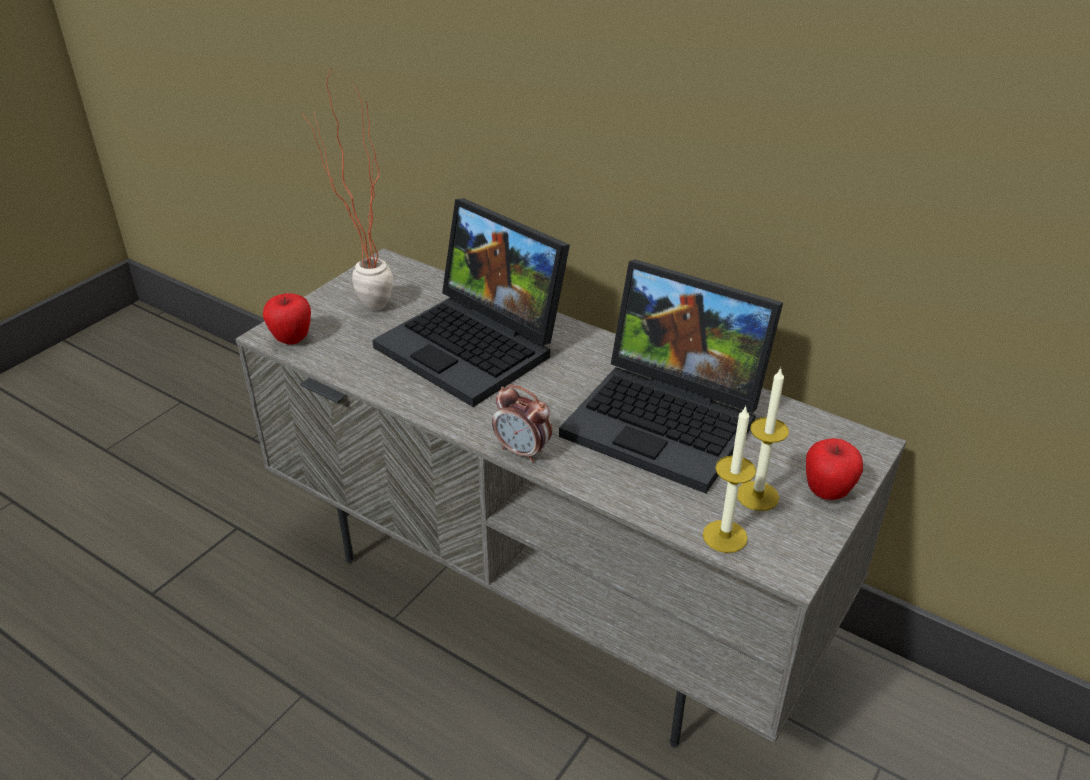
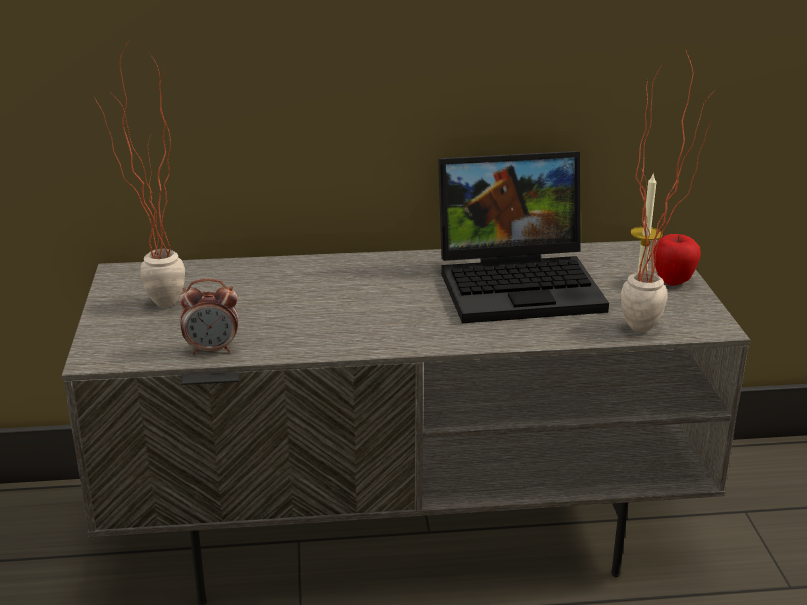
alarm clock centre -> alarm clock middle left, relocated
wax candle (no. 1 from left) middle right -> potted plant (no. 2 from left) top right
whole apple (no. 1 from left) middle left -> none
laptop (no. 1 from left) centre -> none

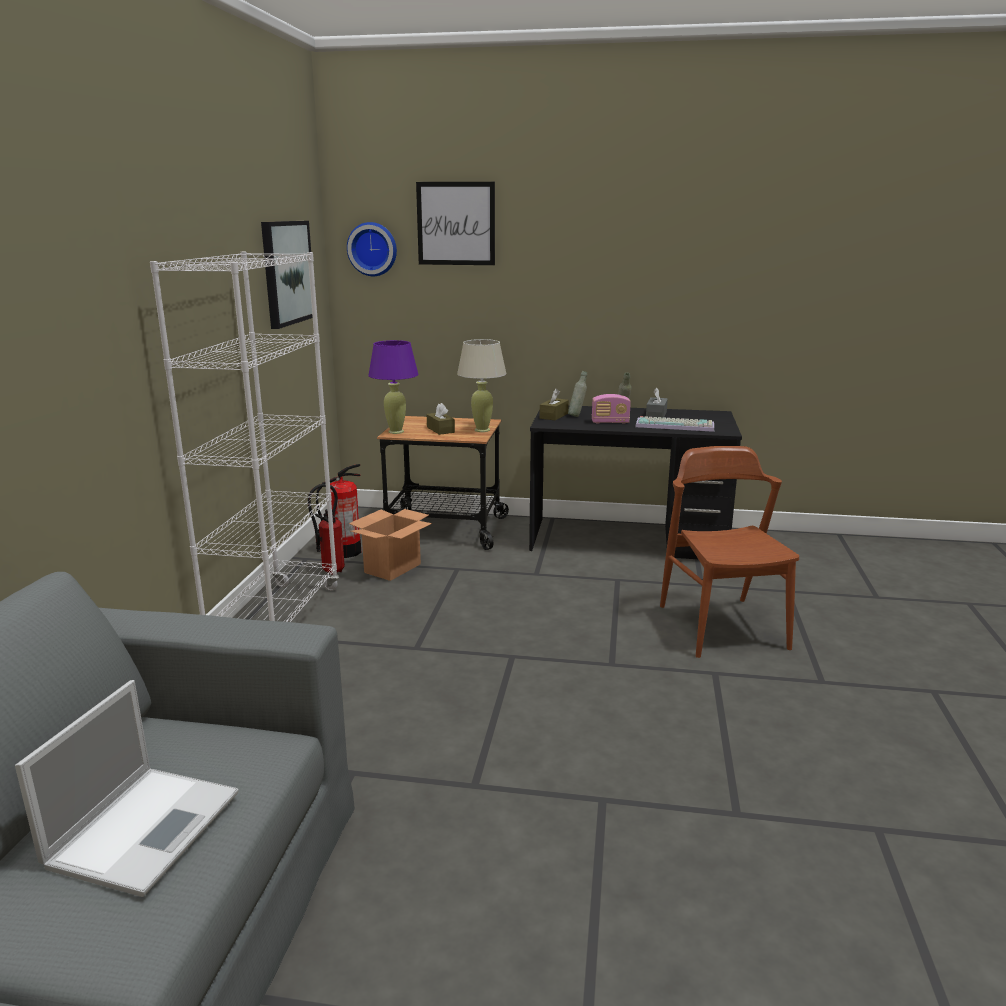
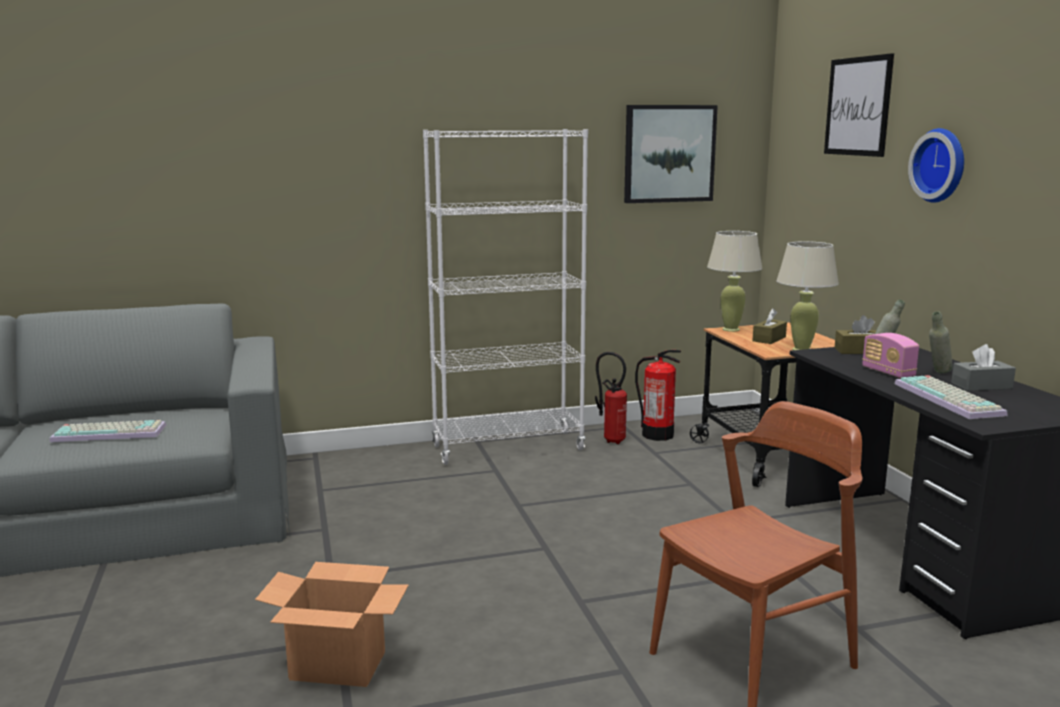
laptop bottom left -> computer keyboard (no. 1 from left) middle left
carton centre -> carton bottom left, relocated
purple-coloured table lamp centre -> beige-coloured table lamp (no. 1 from left) middle right
hanging clock top centre -> hanging clock top right, relocated

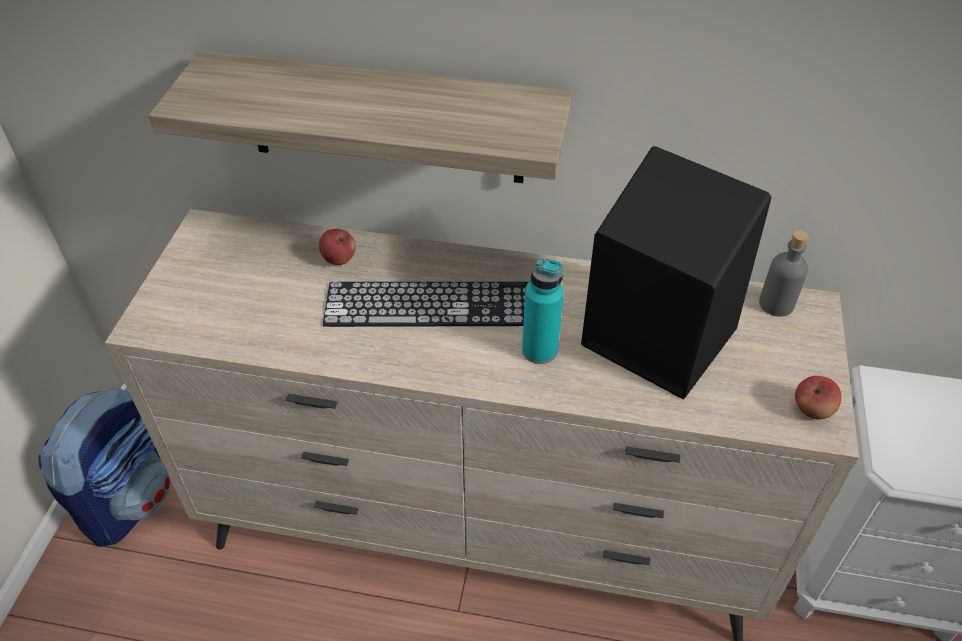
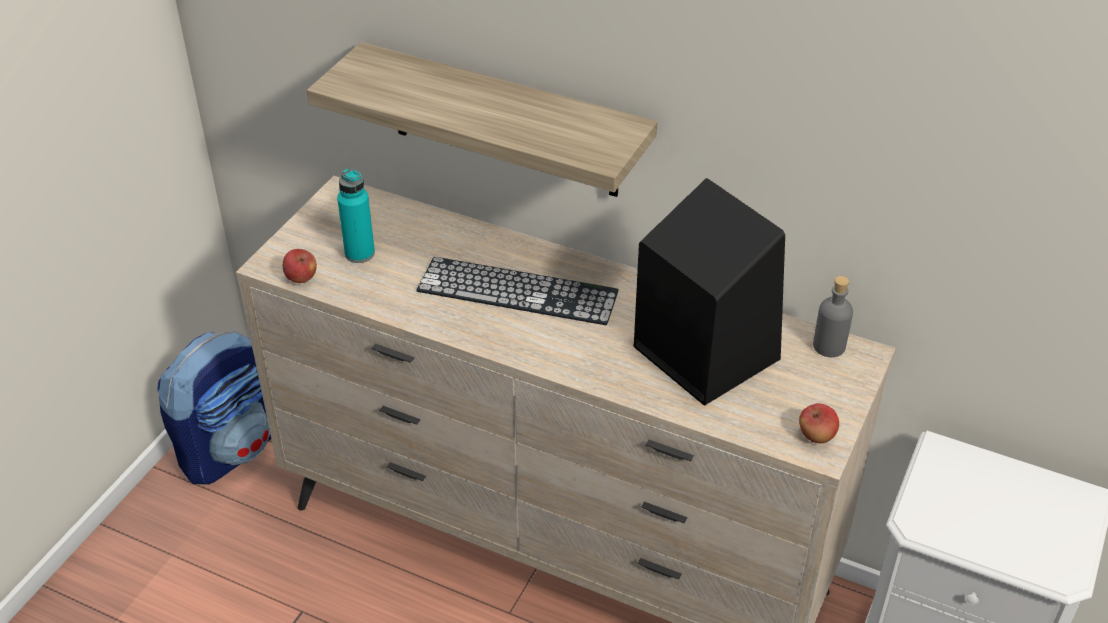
whole apple (no. 1 from left) centre -> whole apple (no. 1 from left) middle left, relocated
blue-green bottle centre -> blue-green bottle middle left, relocated

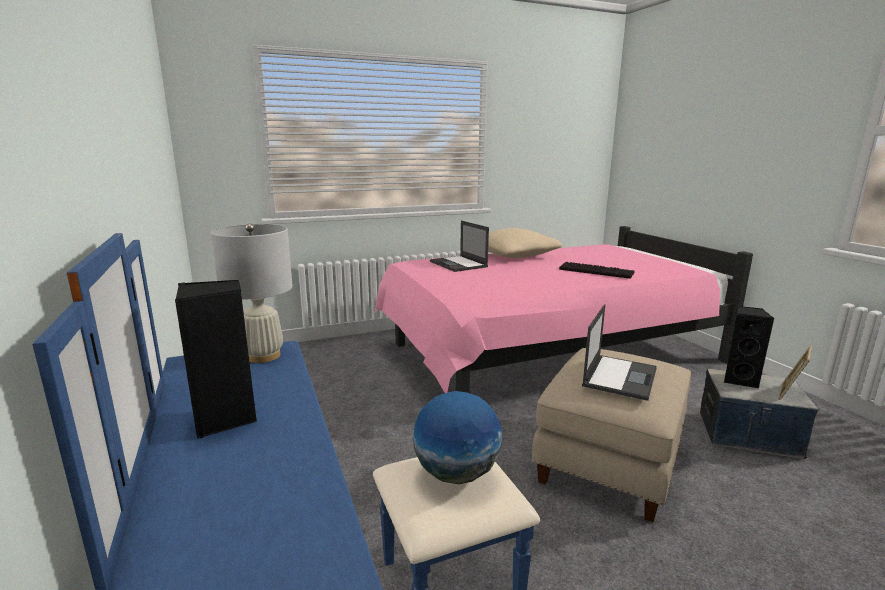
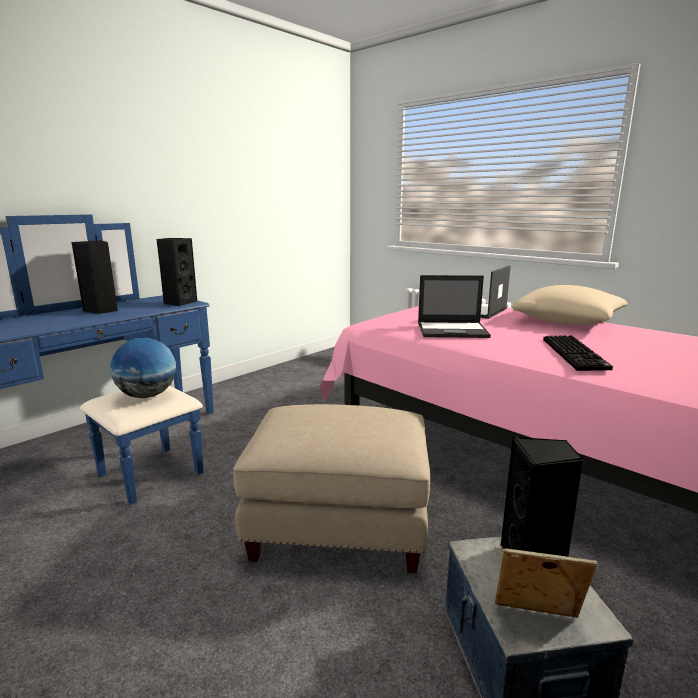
whitish table lamp middle left -> blackish audio speaker (no. 2 from left) middle left
laptop (no. 2 from left in the first image) middle right -> laptop (no. 1 from left) centre, relocated

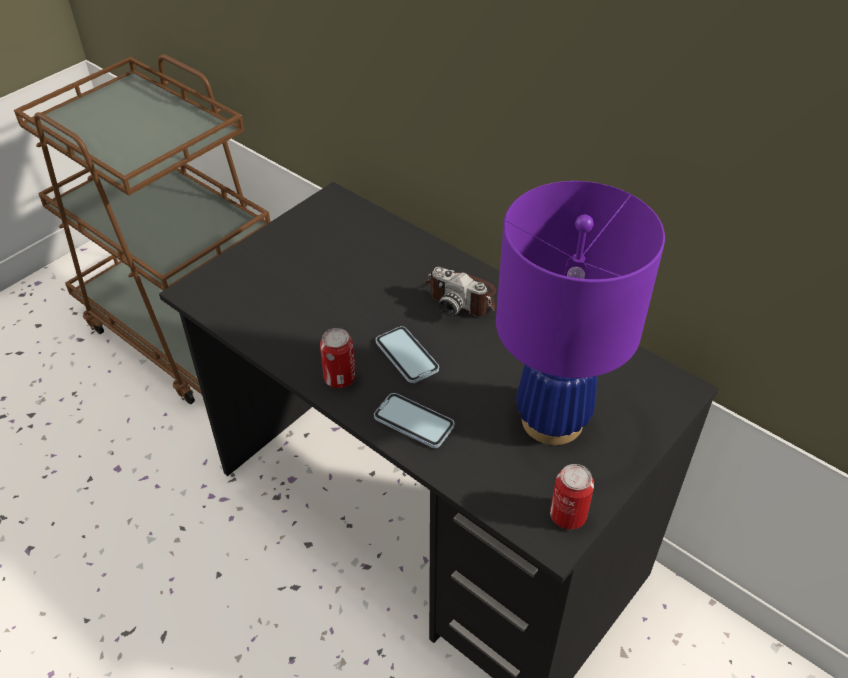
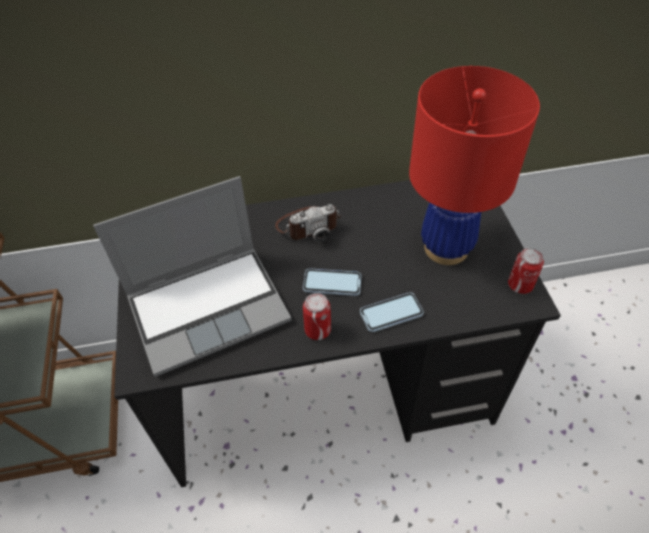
none -> laptop middle left
purple-coloured table lamp middle right -> red-coloured table lamp top right

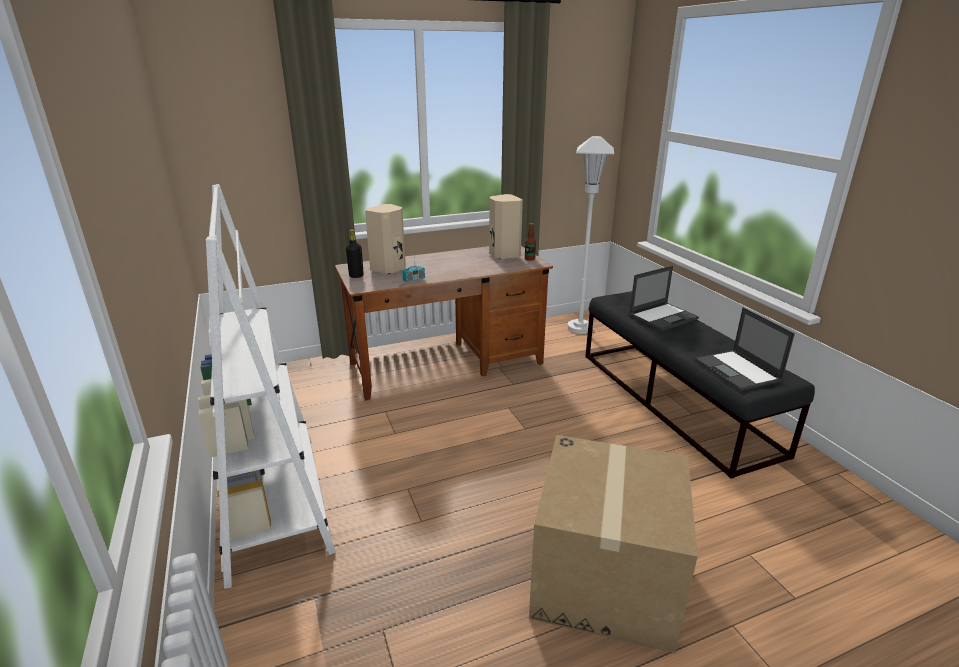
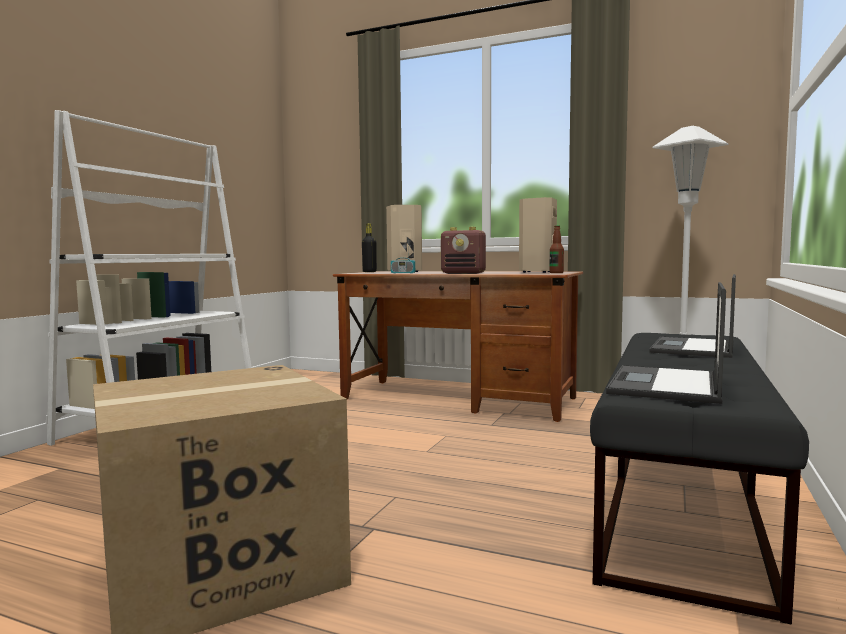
none -> radio (no. 2 from left) centre
laptop (no. 1 from left in the first image) middle right -> laptop (no. 2 from left) middle right, 105 degrees clockwise

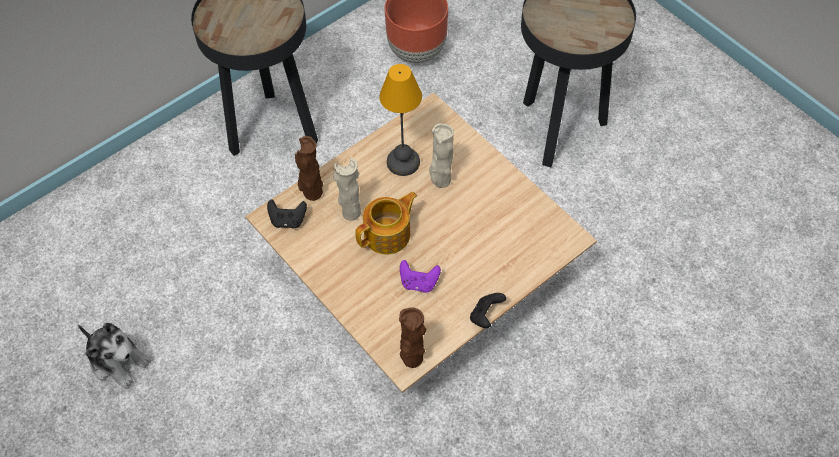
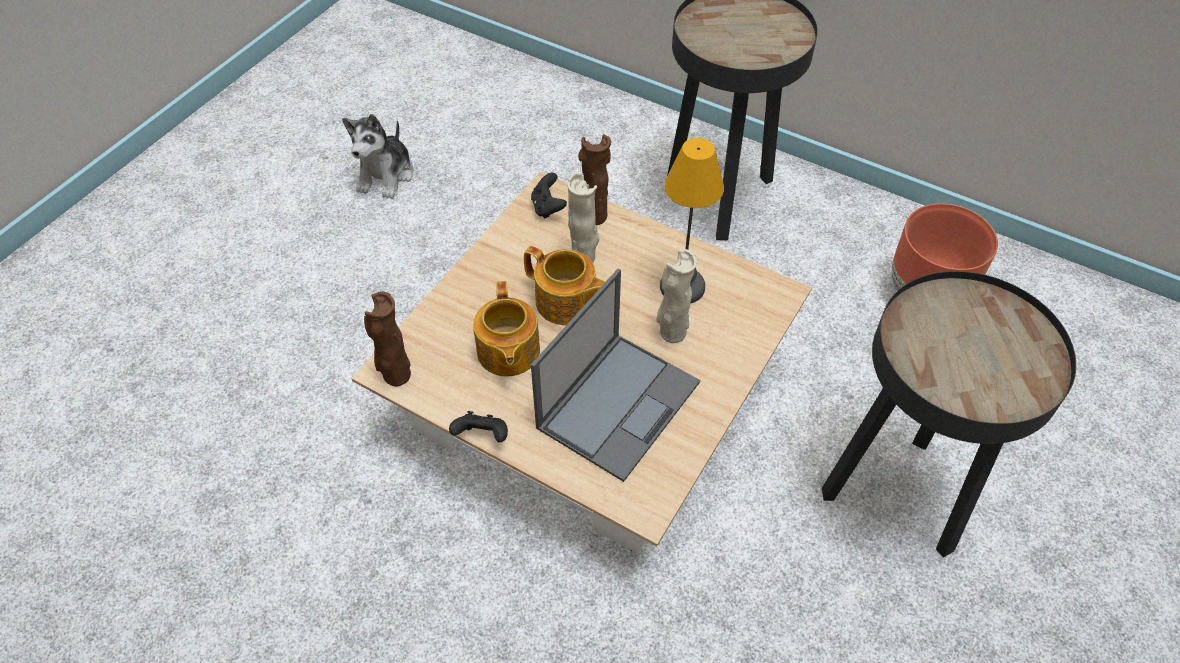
purple-coloured joypad centre -> tea pot (no. 1 from left) centre
none -> laptop centre

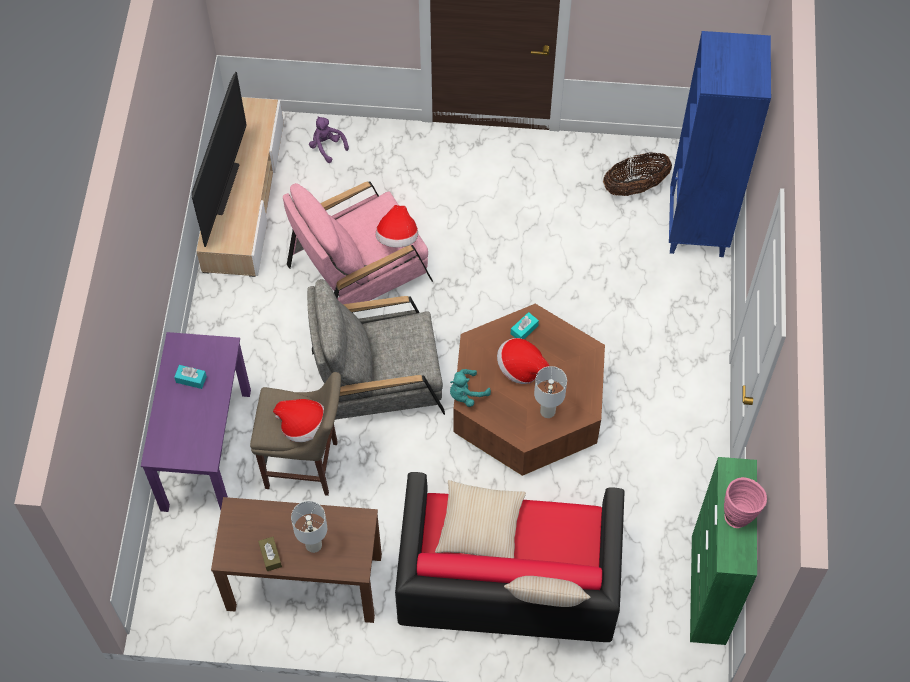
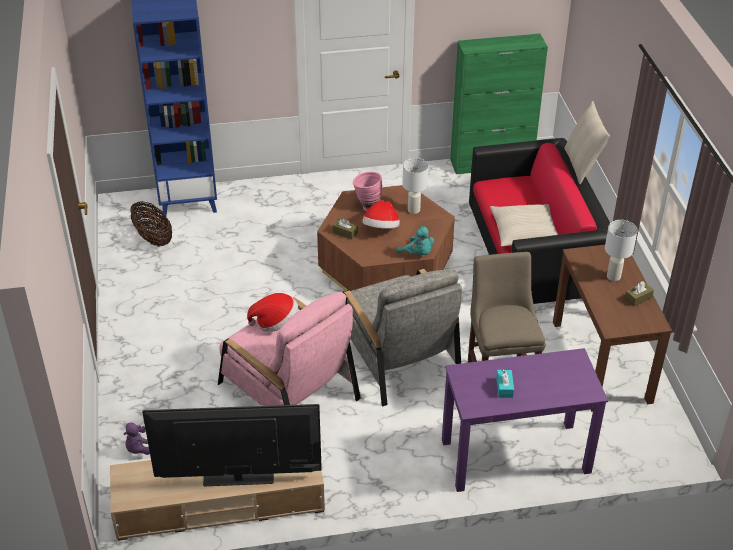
blue-green box of tissues (no. 2 from left) centre -> brownish box of tissues (no. 1 from left) centre
pinkish decorative vase bottom right -> pinkish decorative vase centre, relocated
clothing hat (no. 1 from left) middle left -> none

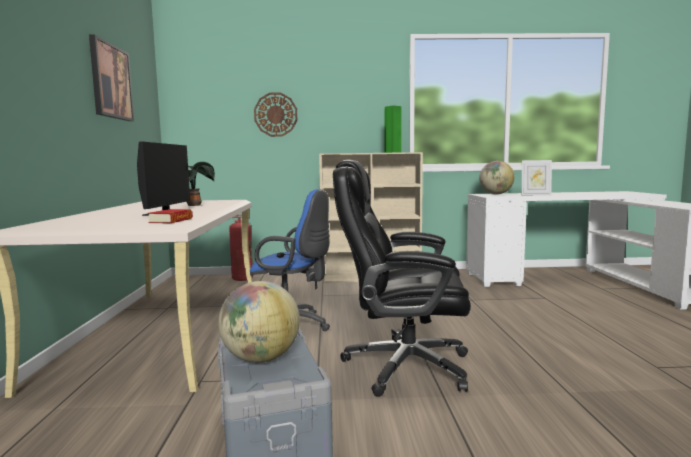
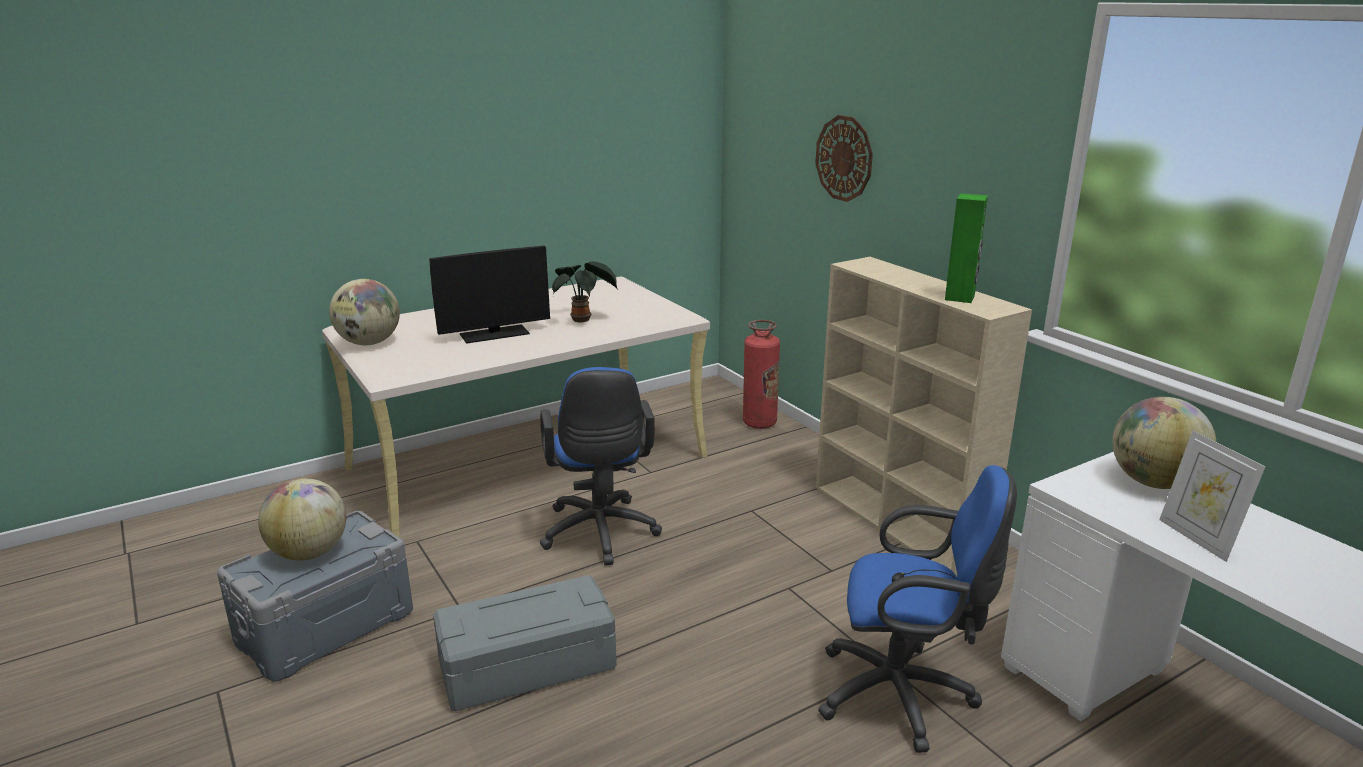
none -> globe (no. 2 from left) middle left
blackish computer chair centre -> greyish storage container (no. 2 from left) bottom centre
none -> blue-coloured computer chair (no. 2 from left) bottom right
picture top left -> none
book middle left -> none

